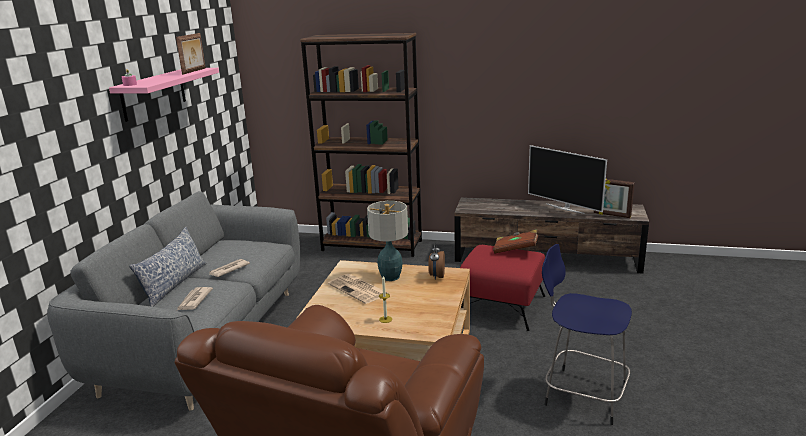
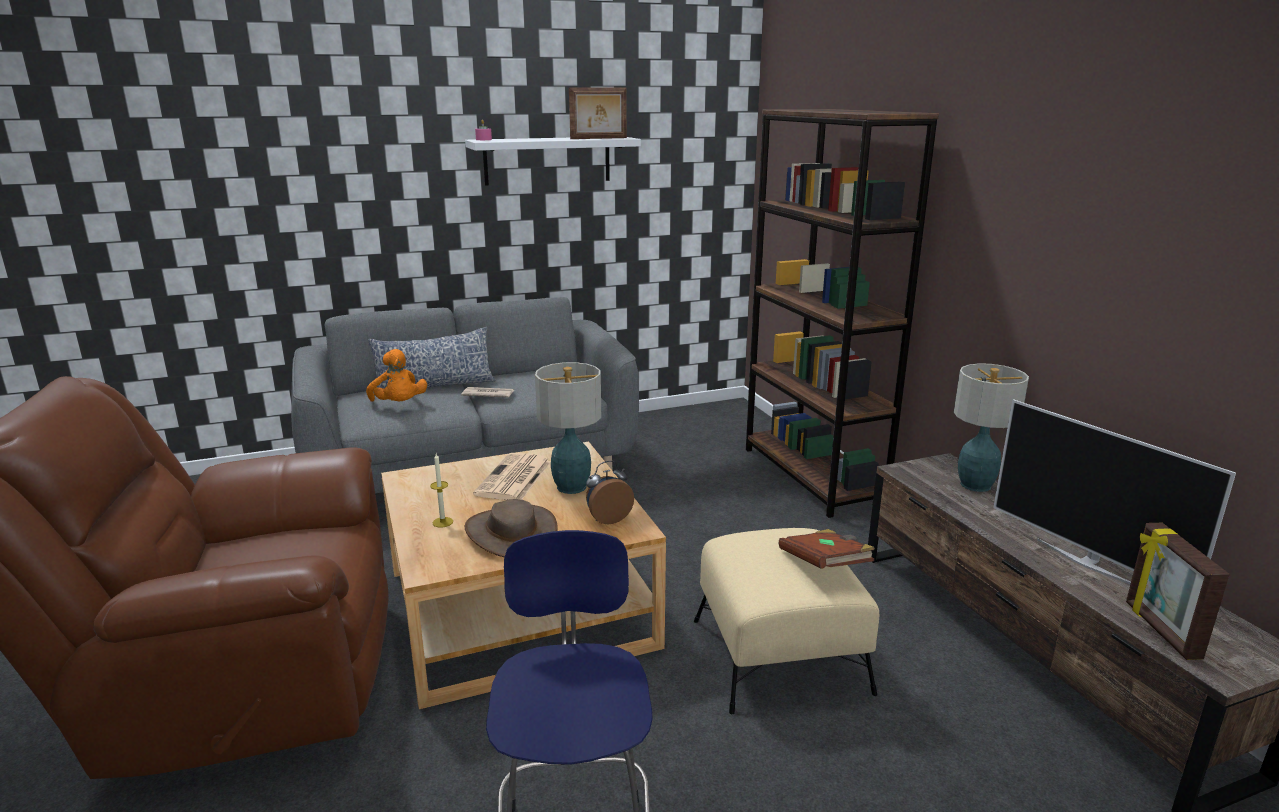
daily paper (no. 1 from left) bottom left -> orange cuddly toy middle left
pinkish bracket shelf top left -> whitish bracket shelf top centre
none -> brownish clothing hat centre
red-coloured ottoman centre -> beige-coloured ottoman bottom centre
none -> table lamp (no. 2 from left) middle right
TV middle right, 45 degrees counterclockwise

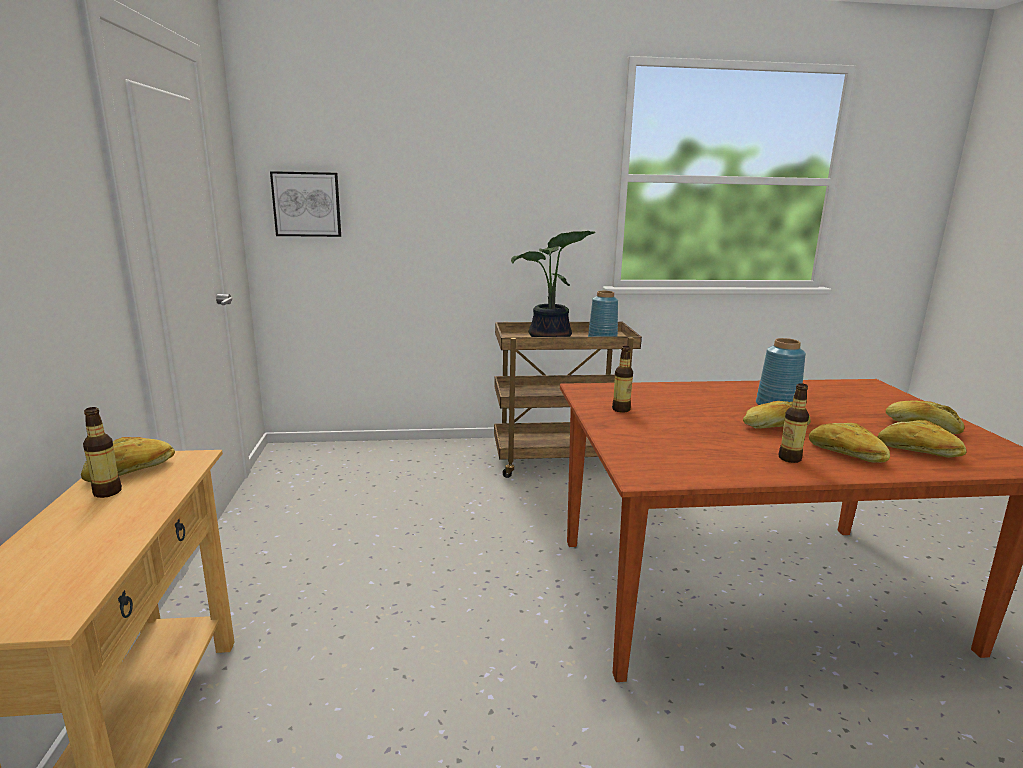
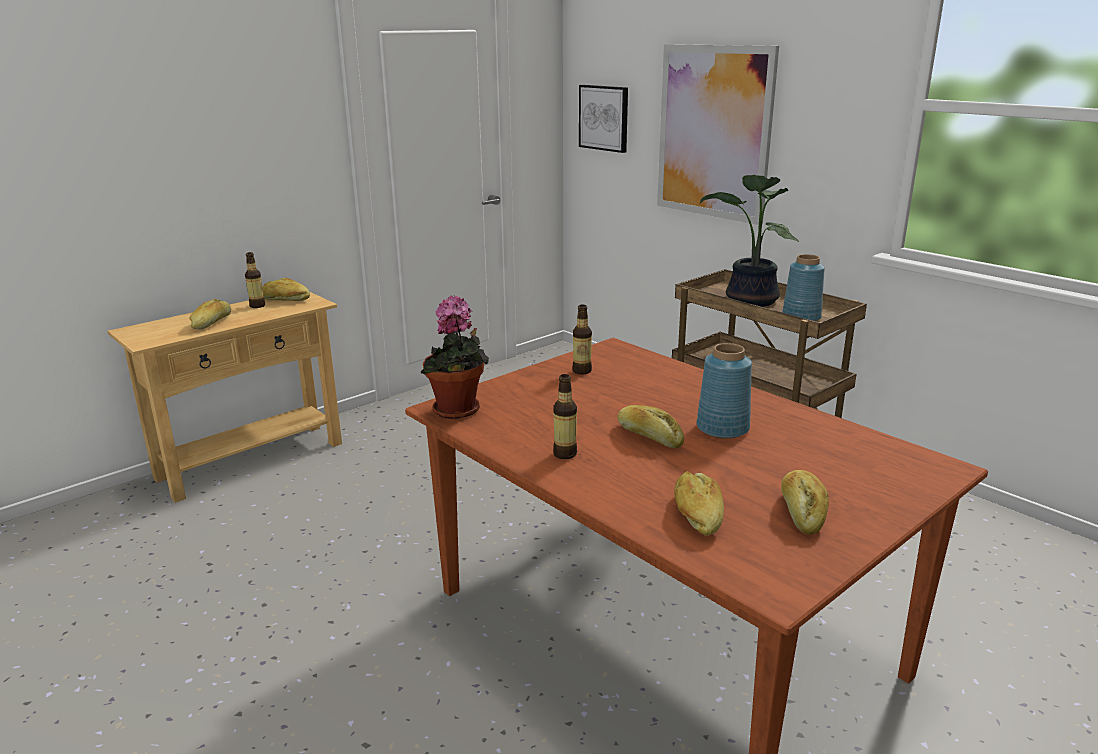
bakery bread (no. 3 from left in the first image) middle right -> bakery bread (no. 1 from left) middle left, relocated
none -> potted plant (no. 1 from left) centre
none -> picture (no. 2 from left) top centre

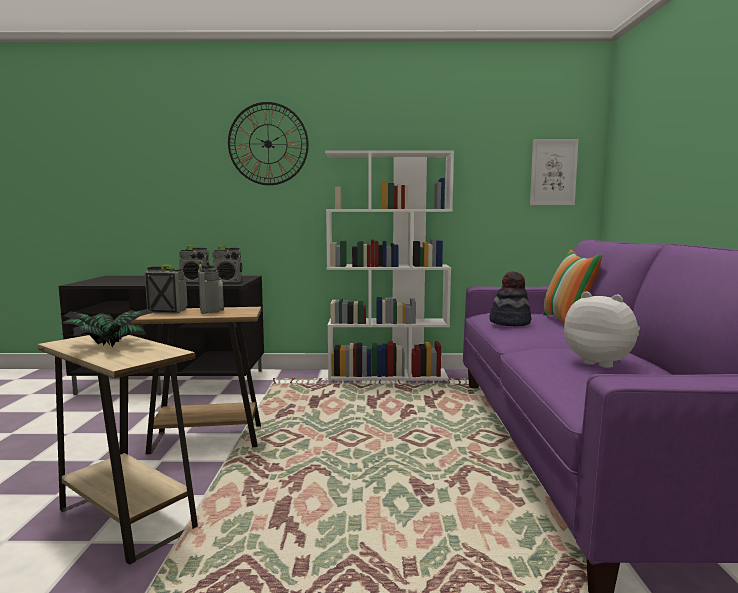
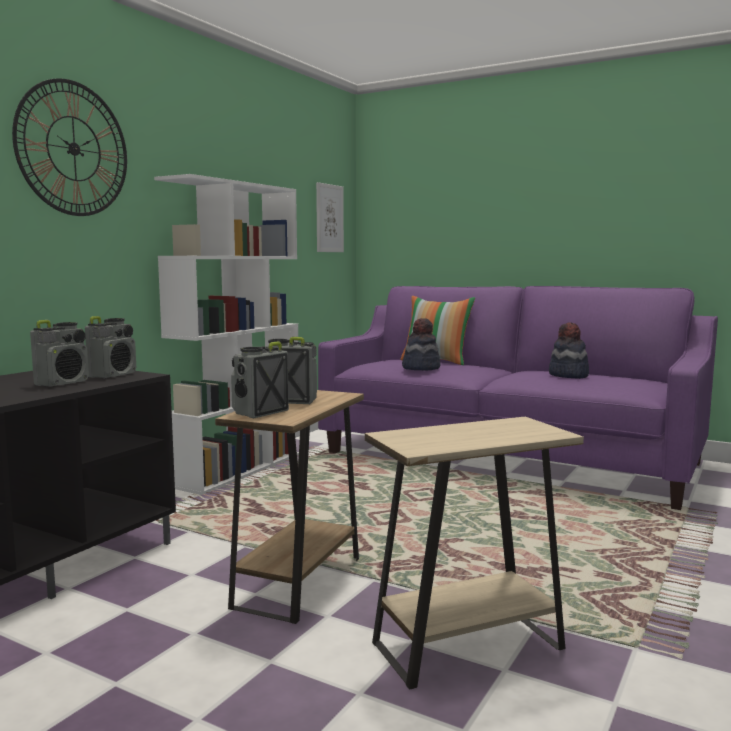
cuddly toy middle right -> clothing hat (no. 2 from left) middle right
potted plant middle left -> none

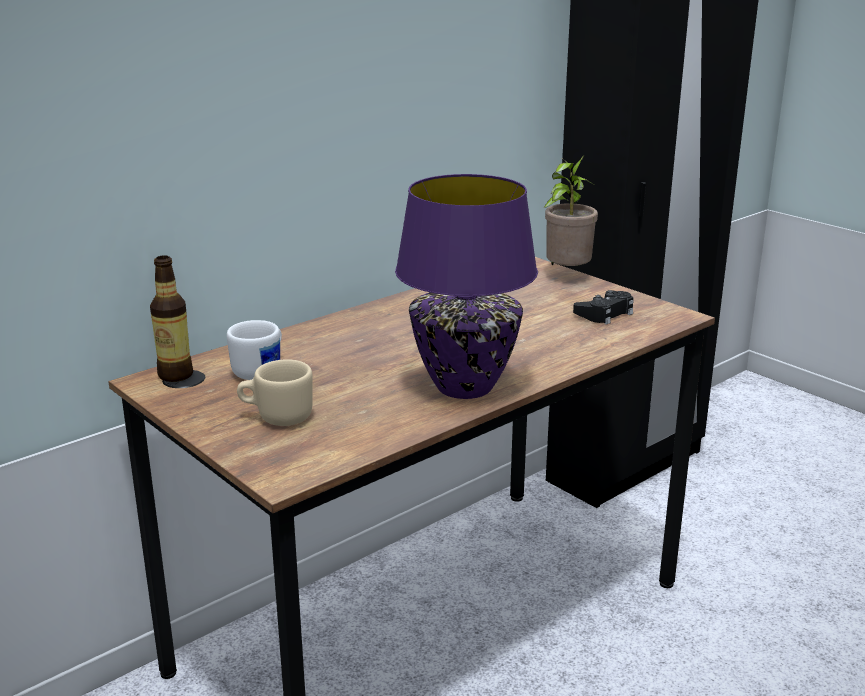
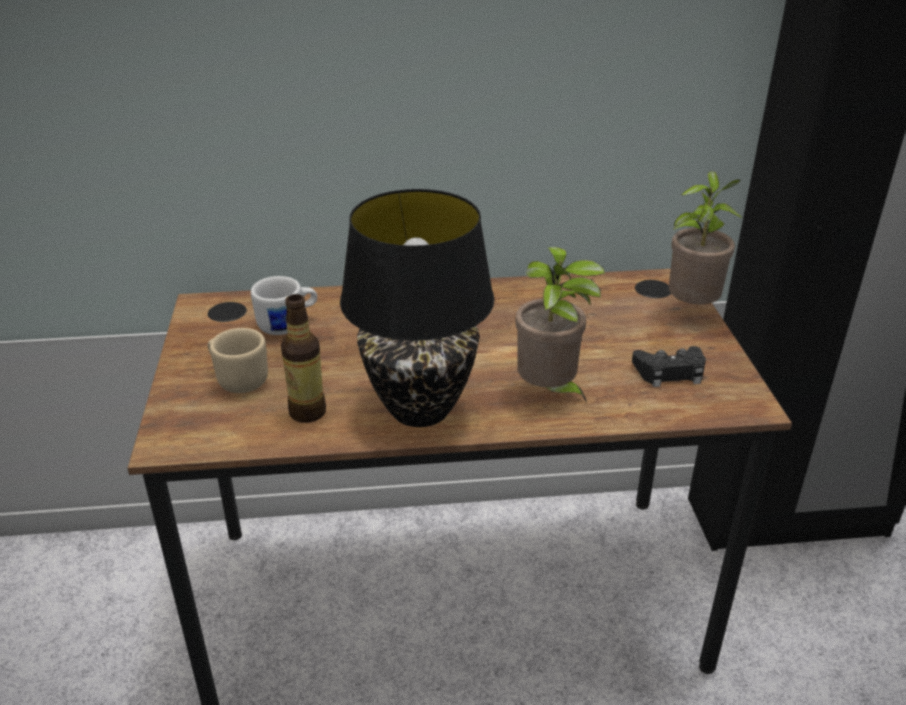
bottle middle left -> bottle centre, relocated
purple-coloured table lamp centre -> blackish table lamp centre
none -> potted plant (no. 1 from left) centre

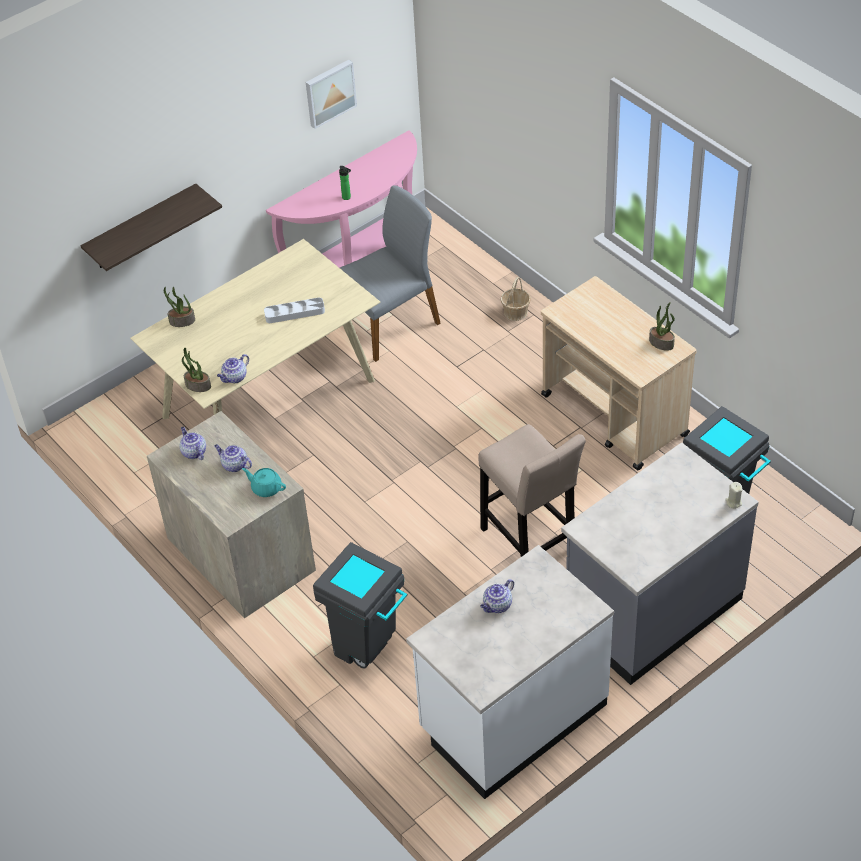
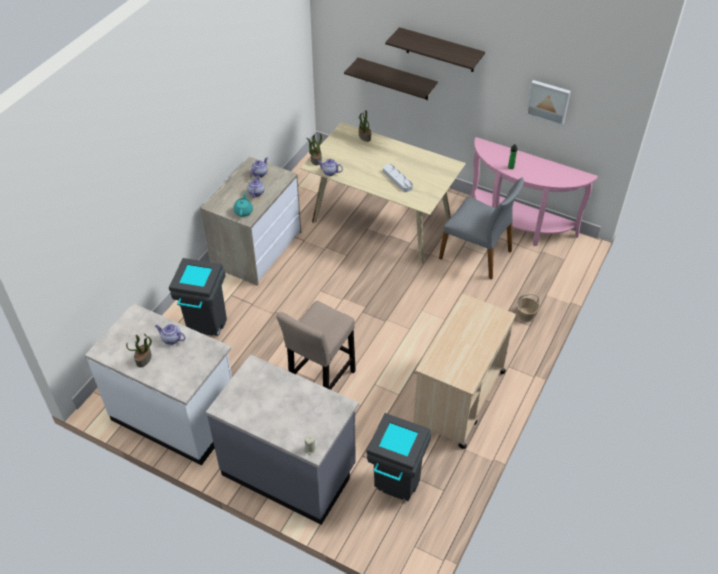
potted plant (no. 3 from left in the first image) middle right -> potted plant (no. 1 from left) middle left, relocated
none -> bracket shelf (no. 2 from left) top centre

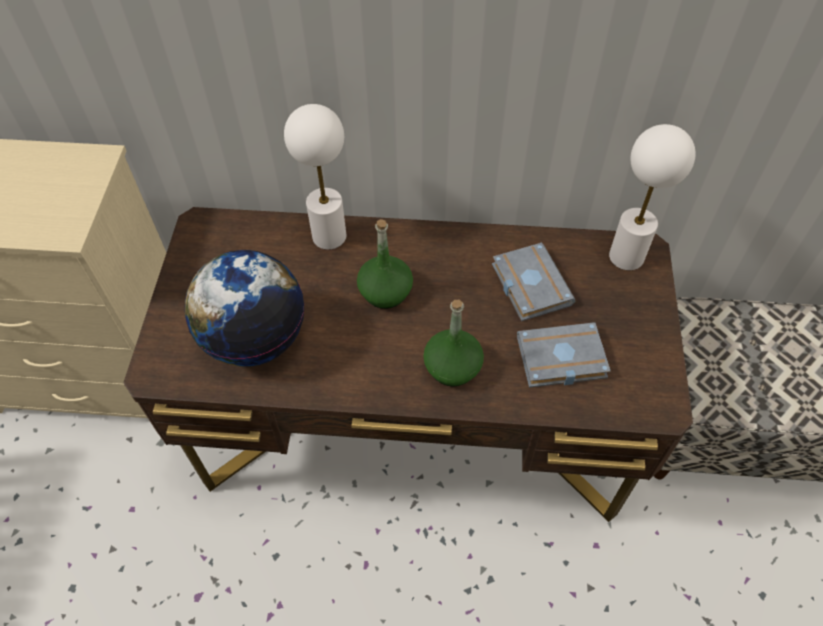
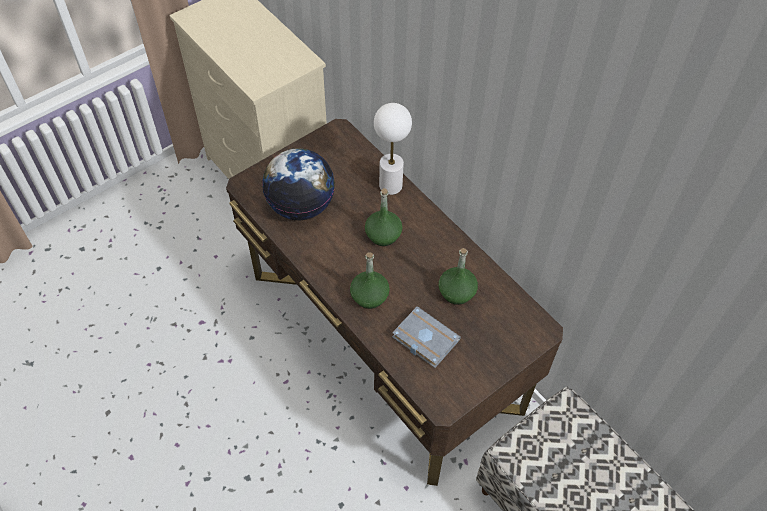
greyish book (no. 1 from left) centre -> green-coloured bottle (no. 3 from left) centre
whitish table lamp (no. 2 from left) top right -> none

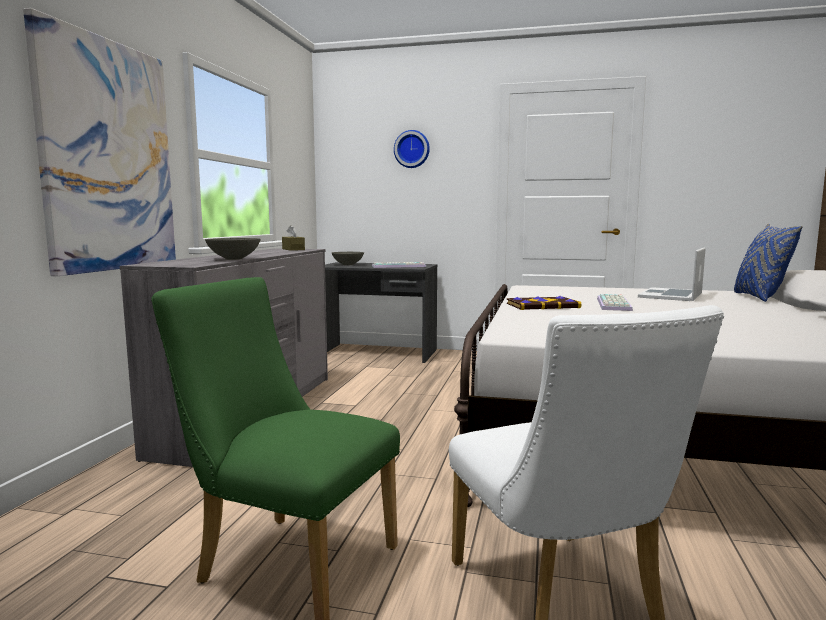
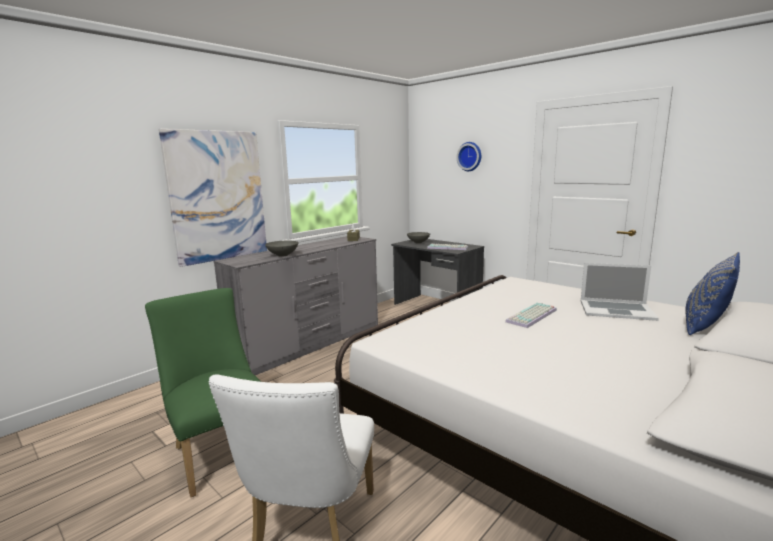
laptop middle right, 135 degrees counterclockwise
book centre -> none

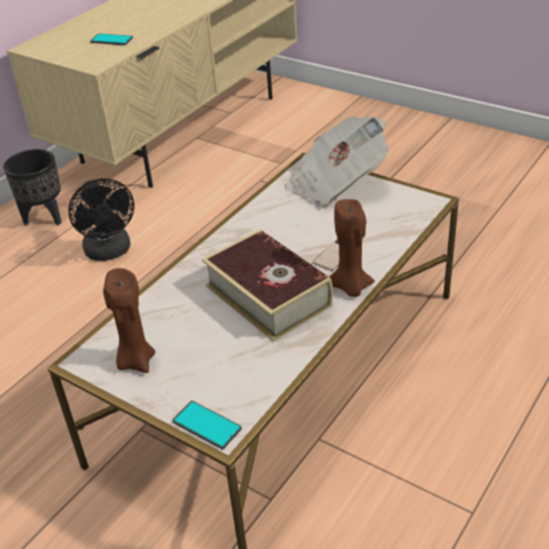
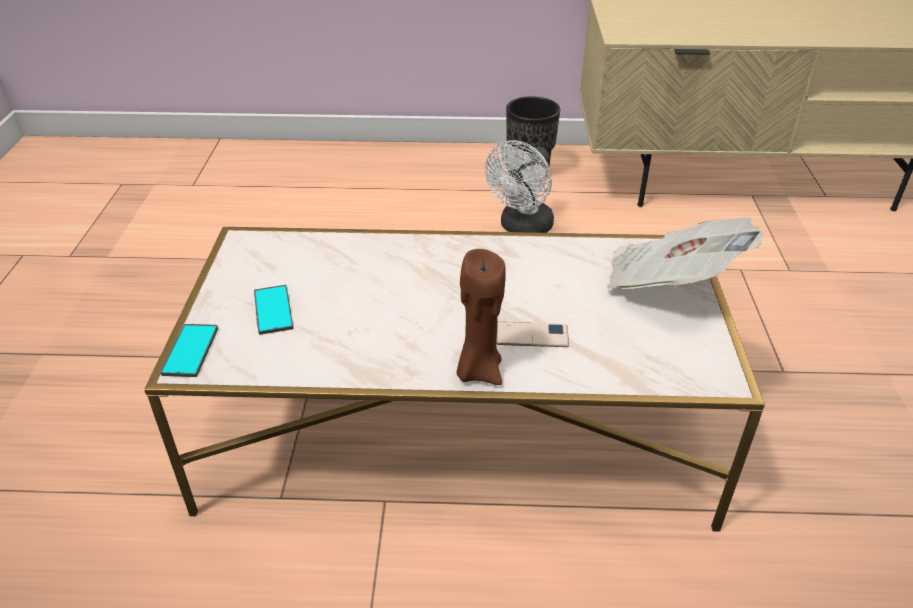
telephone (no. 1 from left in the first image) top left -> telephone (no. 2 from left) middle left, relocated
blackish electric fan middle left -> whitish electric fan top centre
brownish wax candle (no. 1 from left) middle left -> none
book centre -> none

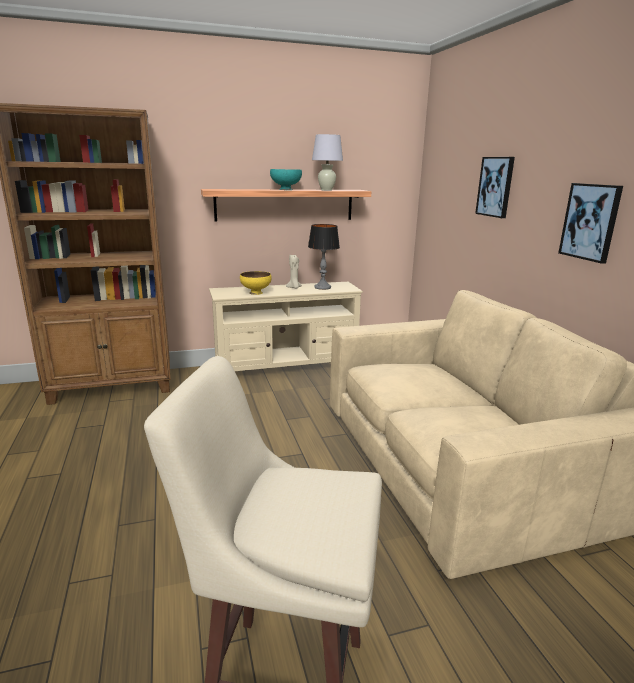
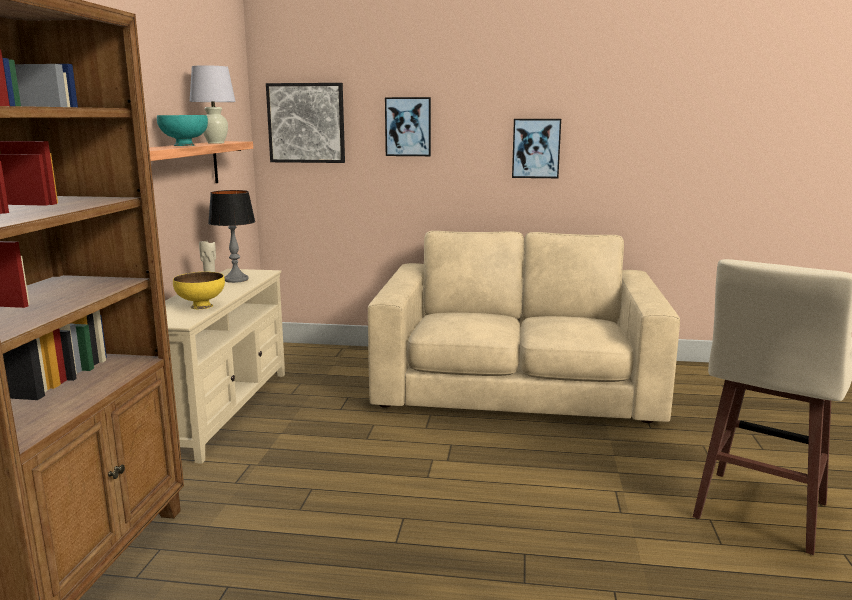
none -> picture (no. 1 from left) top centre

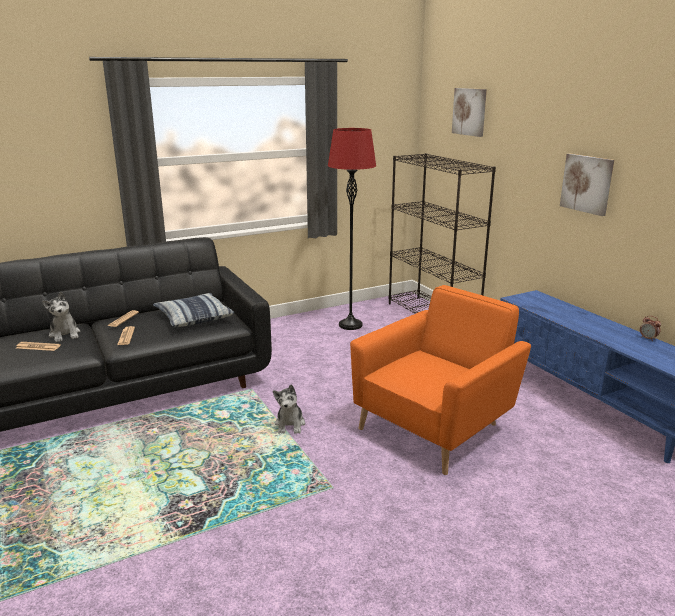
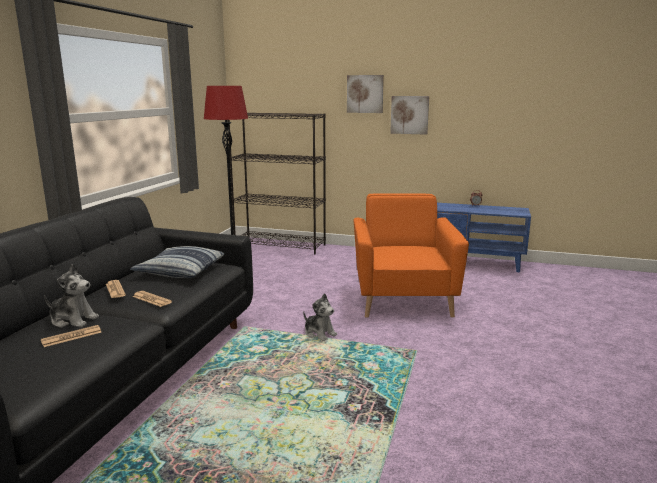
picture (no. 1 from left) top right -> picture (no. 1 from left) top centre, relocated

